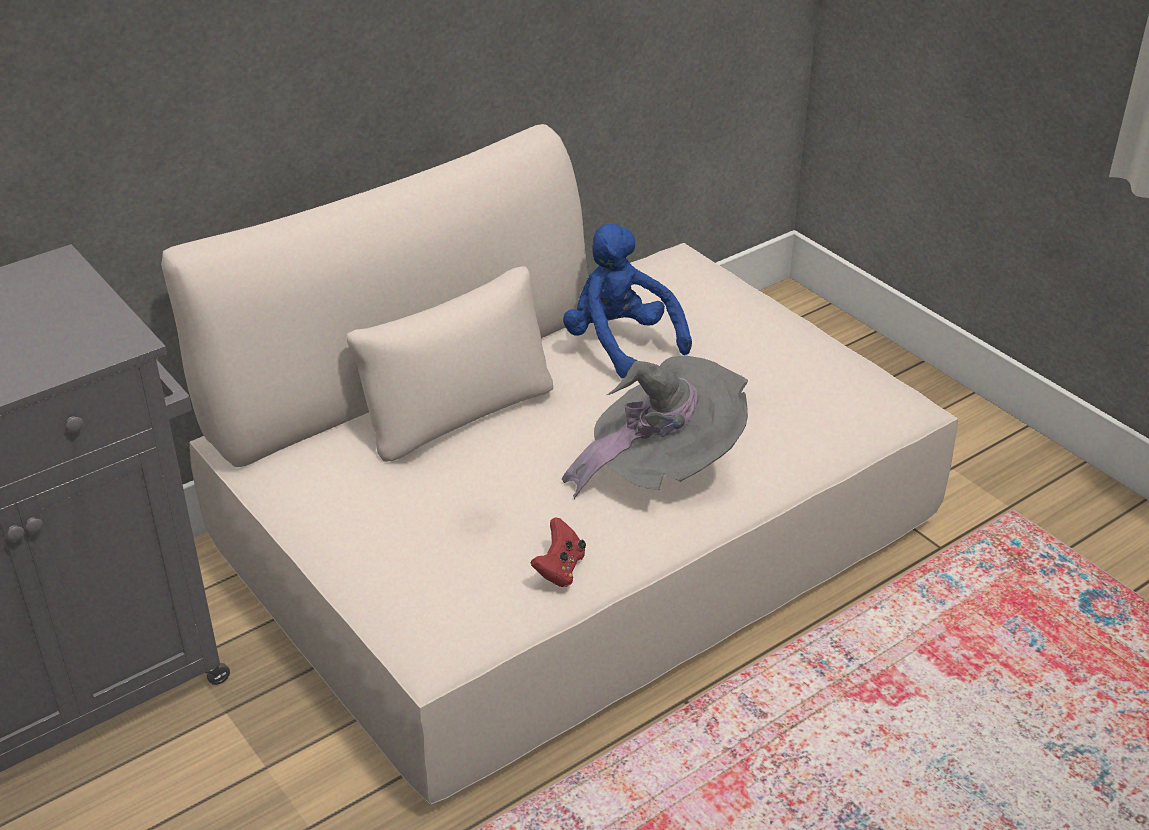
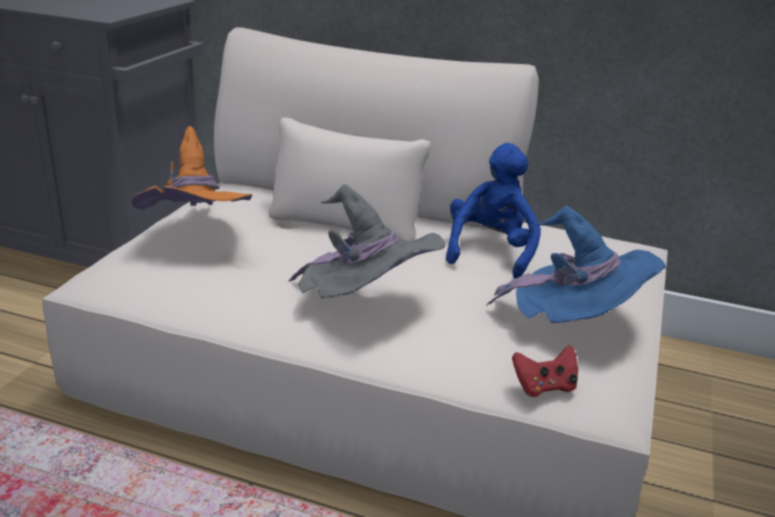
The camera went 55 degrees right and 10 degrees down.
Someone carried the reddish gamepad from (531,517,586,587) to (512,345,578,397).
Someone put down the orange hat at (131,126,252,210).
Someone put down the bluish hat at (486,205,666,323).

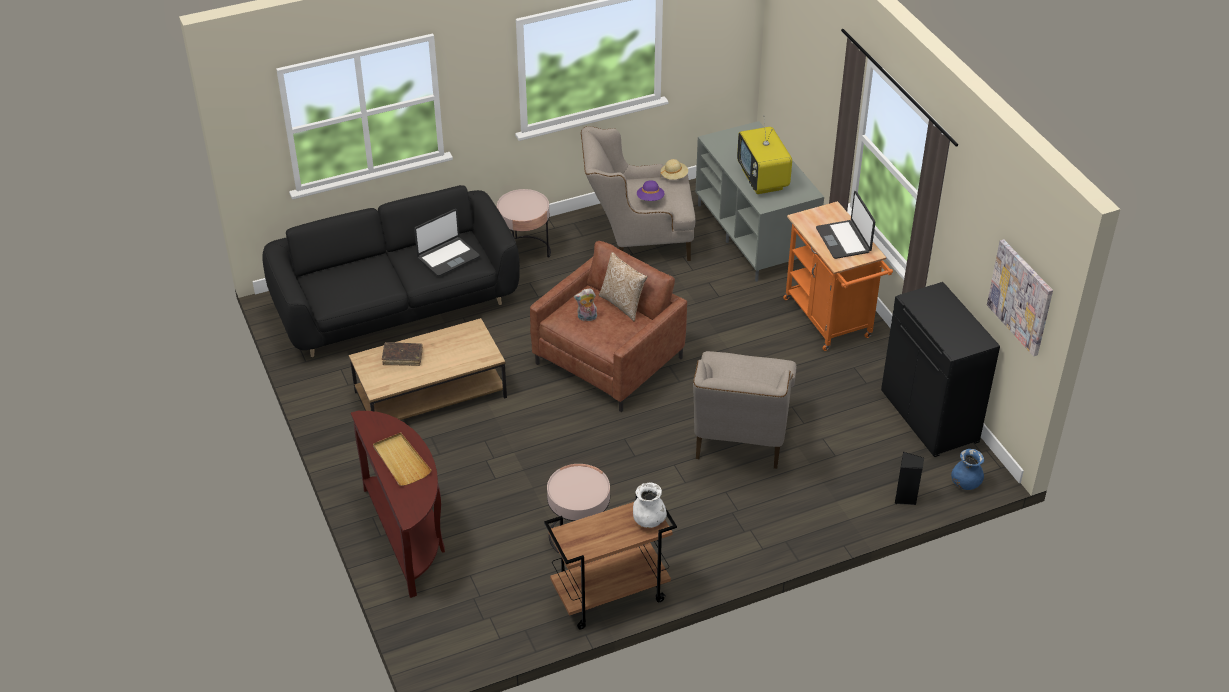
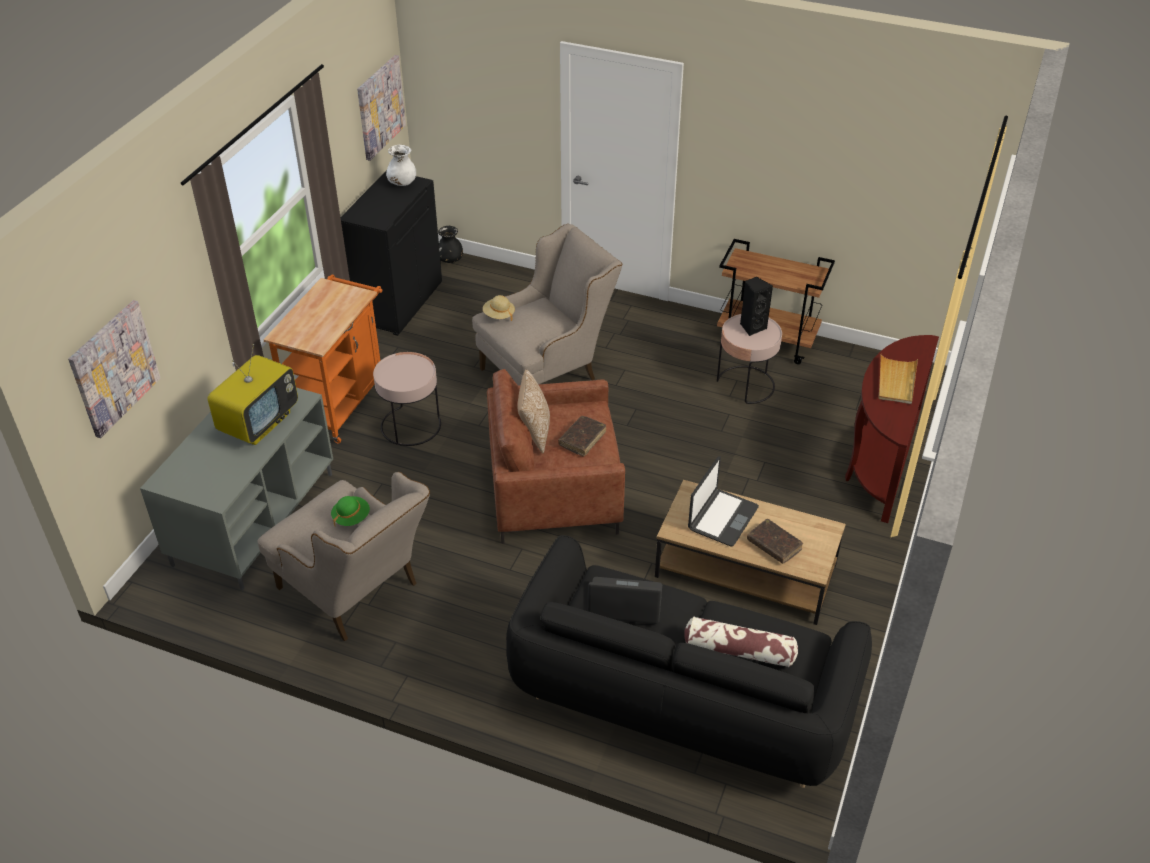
The camera went 135 degrees left and 0 degrees up.
Someone carried the beige-coloured hat from (661,159,688,180) to (483,295,515,321).
Someone repainted the purple hat at (637,180,665,201), which became the greenish hat at (331,496,370,527).
Someone carried the pinkish accent table from (497,189,551,258) to (373,352,441,446).
Someone carried the notebook computer from (816,191,875,259) to (688,456,759,547).
Someone swapped the soft toy at (574,288,597,321) for the brownish book at (558,416,607,457).
Someone repainted the bluish decorative vase at (951,449,984,490), which became the black decorative vase at (438,226,463,263).
Someone carried the black loudspeaker from (895,452,924,505) to (740,277,773,336).
Someone carried the whitish decorative vase from (633,482,667,528) to (386,145,416,186).
Someone put up the wall art at (68,300,160,438).
Someone put down the cushion at (684,617,798,667).

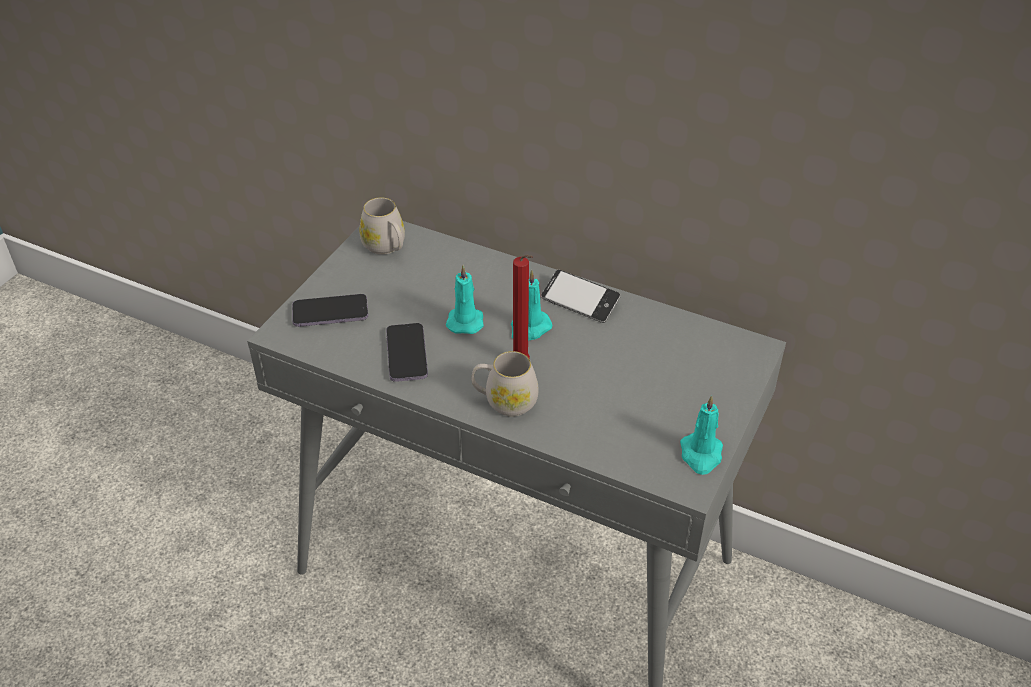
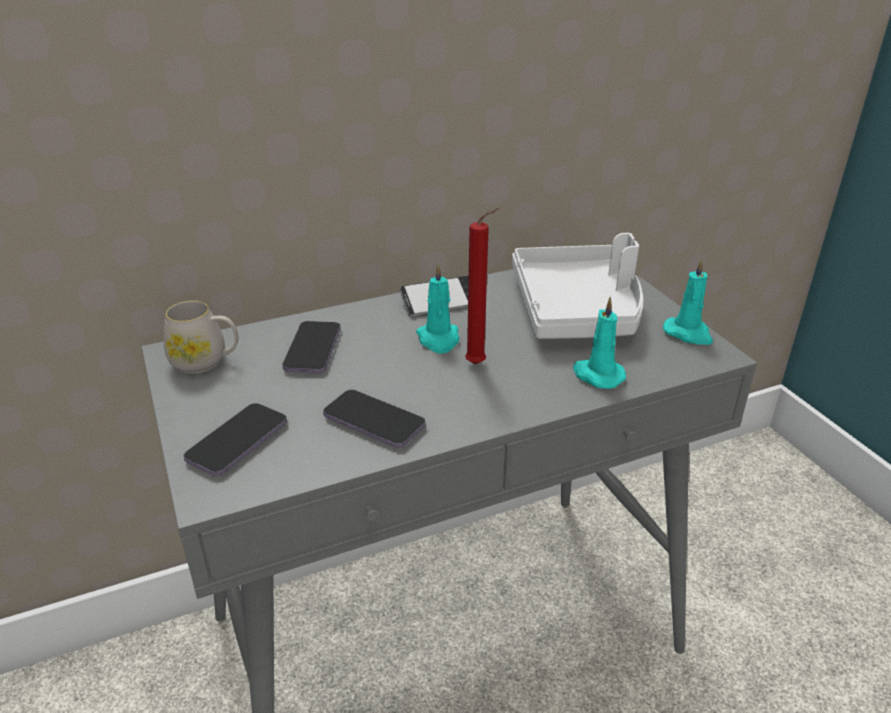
The camera went 50 degrees left and 10 degrees down.
Someone carried the turquoise-coloured wax candle from (446,265,484,334) to (573,297,626,389).
Someone took away the whitish mug at (471,351,539,416).
Someone put down the whitish serving tray at (512,233,643,339).
Someone put down the telephone at (282,321,341,373).

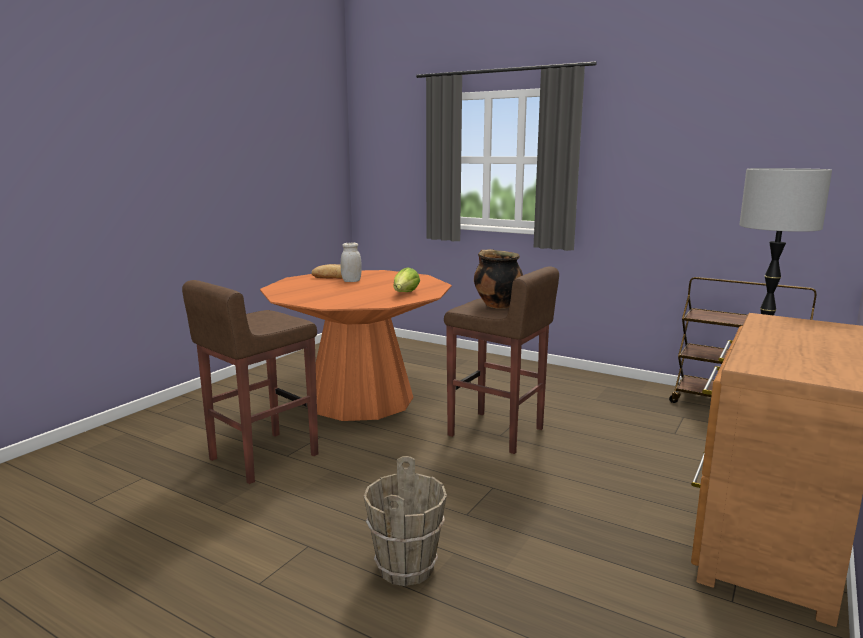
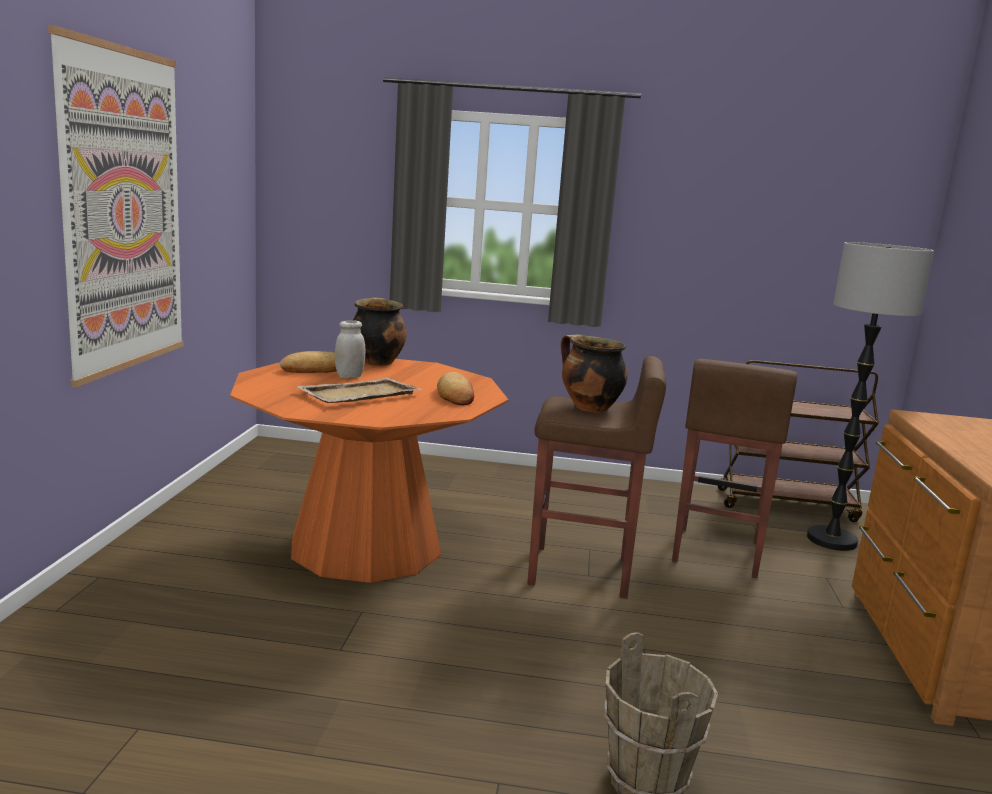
The camera went 25 degrees left and 0 degrees up.
Someone swapped the lettuce head at (394,267,420,292) for the baked bread at (437,372,474,405).
Someone carried the brownish sitting stool from (182,280,318,484) to (672,359,797,579).
Someone put up the wall art at (48,25,184,387).
Someone put down the saucepot at (353,297,407,366).
Someone put down the beige-coloured serving tray at (296,378,423,403).

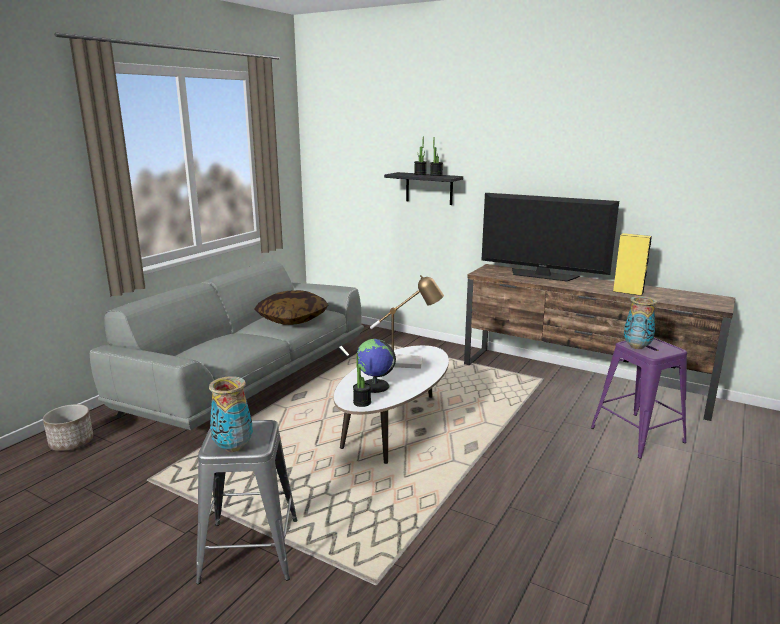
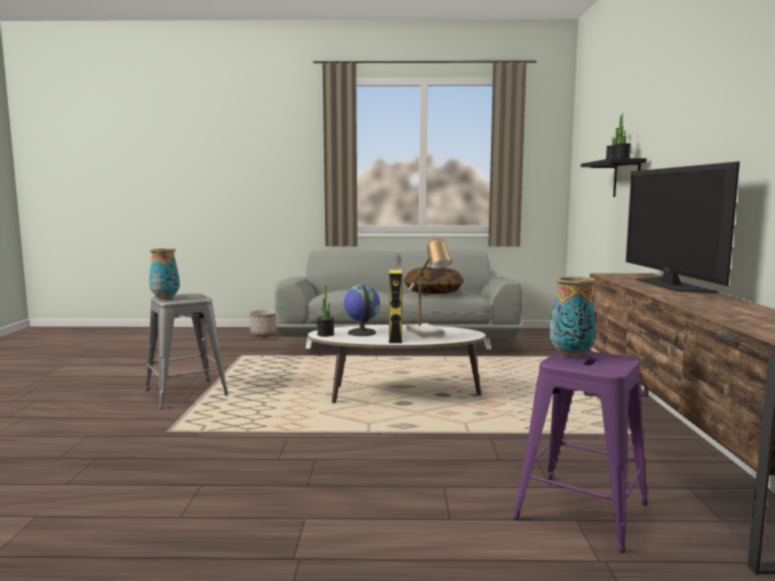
The camera went 60 degrees right and 10 degrees down.
Someone carried the yellow-coloured loudspeaker from (613,233,652,296) to (389,270,402,343).

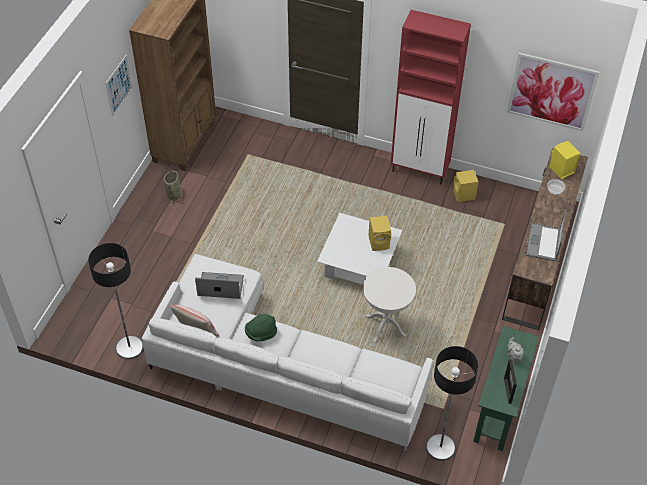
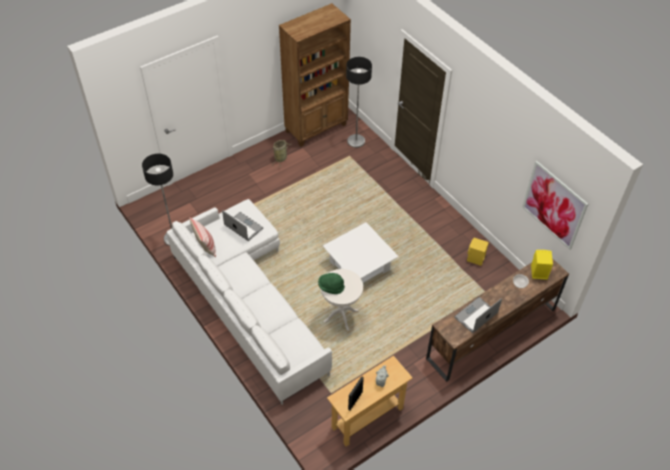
The camera went 35 degrees right and 0 degrees up.
Someone took away the reddish cupboard at (391,10,471,185).
Someone took away the wall art at (106,54,133,117).
Someone took away the yellow-coloured loudspeaker at (368,215,391,251).
Someone carried the greenish hat from (245,314,277,341) to (318,273,345,294).
Someone repainted the greenish console table at (473,326,539,451), which became the beige-coloured console table at (327,356,413,446).
Someone carried the standing lamp from (426,346,478,461) to (346,57,372,148).

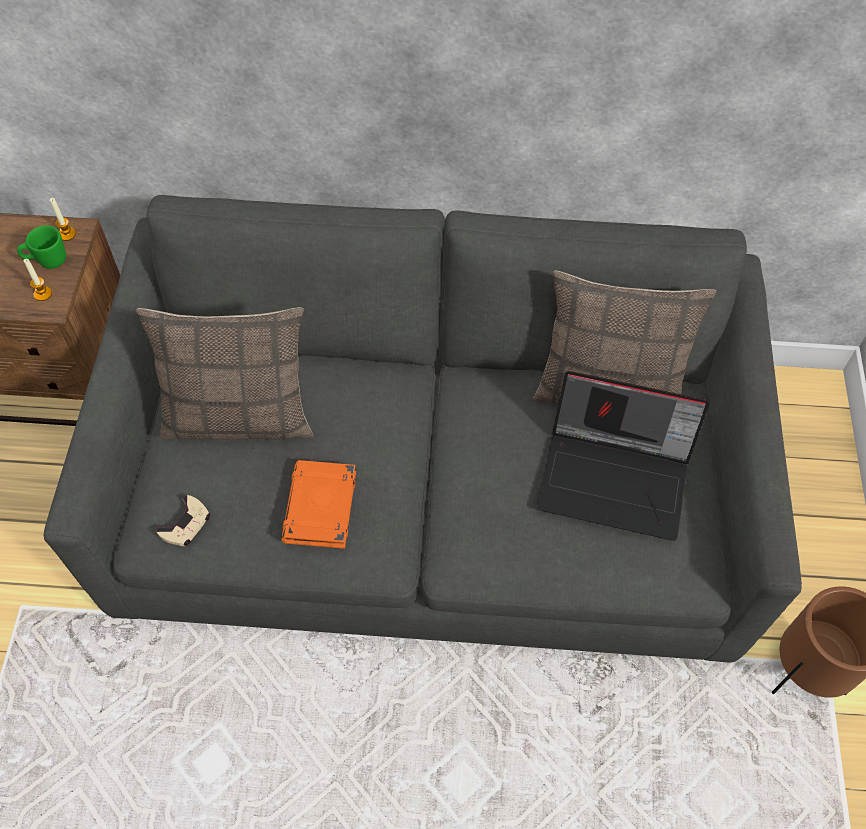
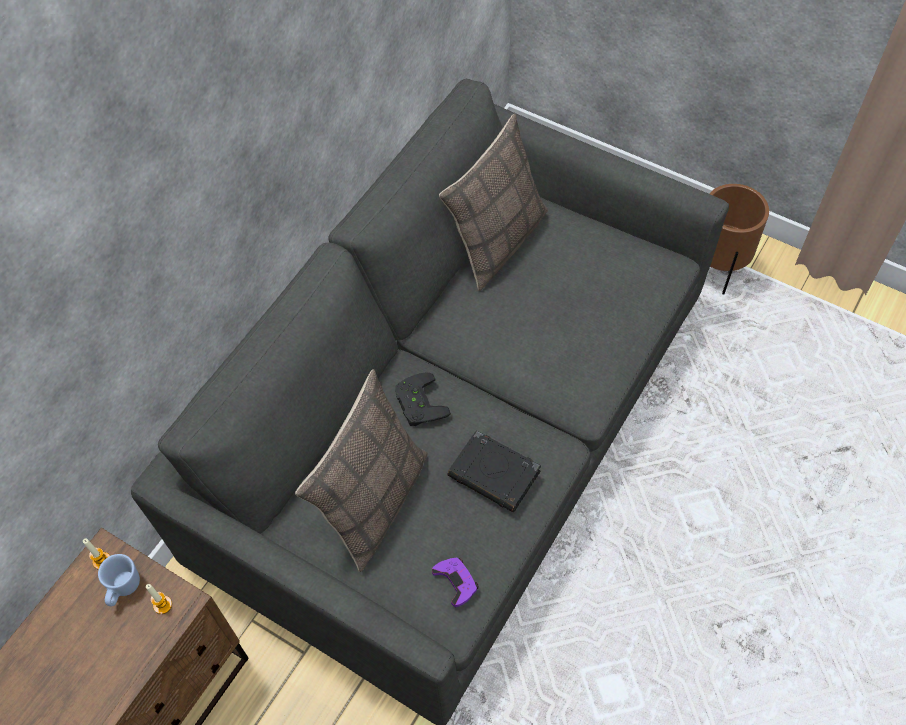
The camera went 60 degrees left and 0 degrees up.
Someone repainted the greenish mug at (17,225,66,269), which became the bluish mug at (98,554,140,606).
Someone took away the notebook computer at (537,371,710,541).
Someone repainted the orange book at (281,460,356,549), which became the black book at (447,430,541,512).
Someone repainted the beige-coloured gamepad at (157,495,210,546), which became the purple gamepad at (432,558,479,607).
Someone put down the black gamepad at (395,372,451,426).

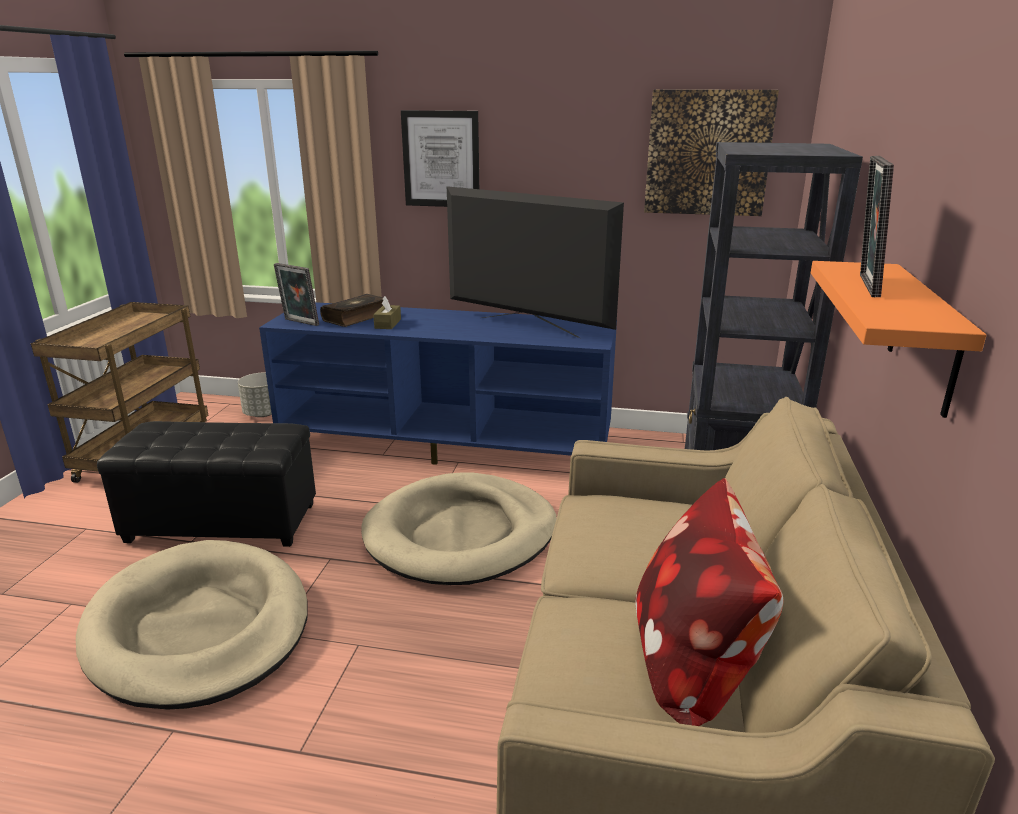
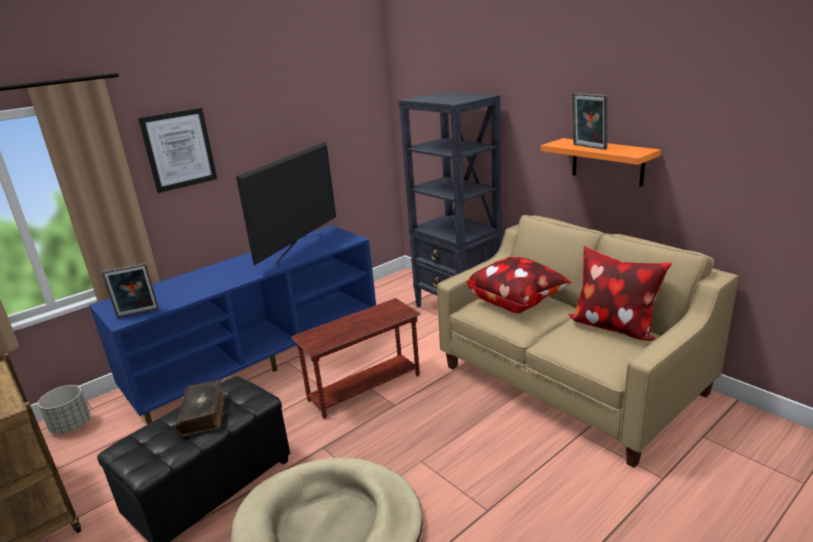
The camera went 50 degrees left and 0 degrees up.
Someone took away the wall art at (644,89,779,216).
Someone rotated the TV at (447,186,624,338) by 135 degrees clockwise.
Someone carried the book from (320,294,383,327) to (175,380,225,436).
Someone took away the brownish tissue box at (373,296,401,329).
Someone swapped the beige-coloured dog bed at (361,472,557,585) for the brownish accent table at (291,298,421,419).
Someone put down the cushion at (466,257,571,314).

